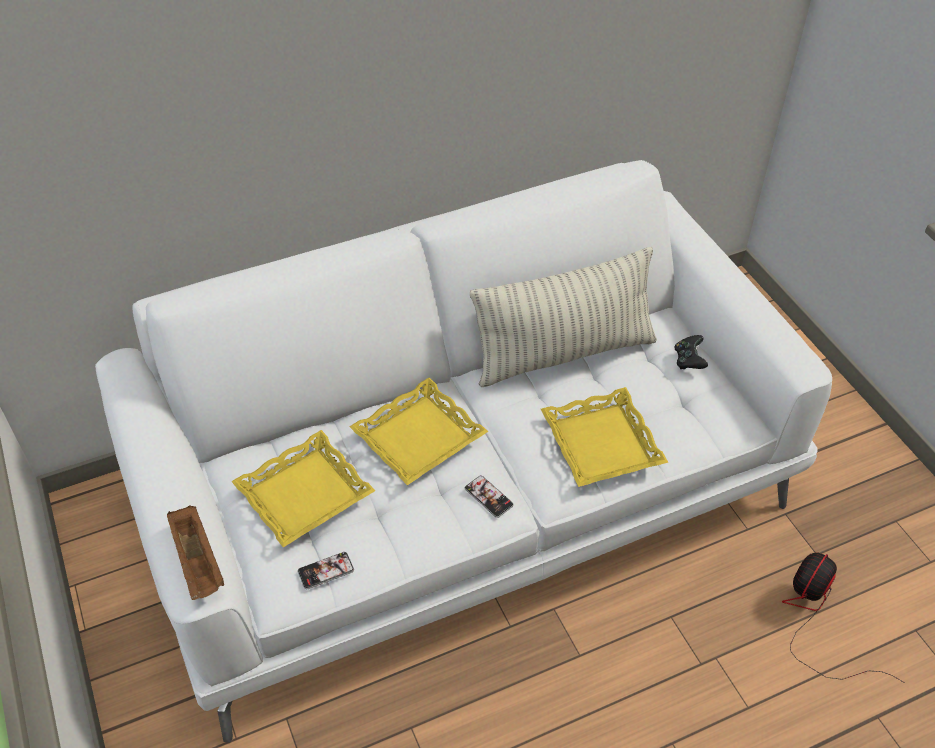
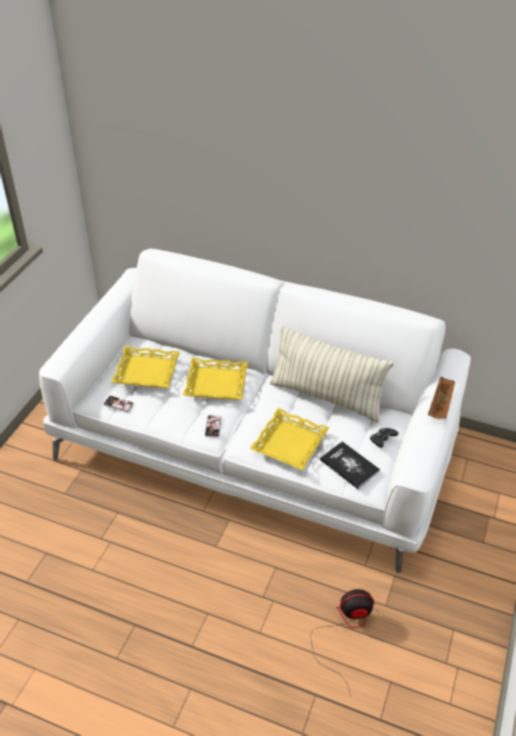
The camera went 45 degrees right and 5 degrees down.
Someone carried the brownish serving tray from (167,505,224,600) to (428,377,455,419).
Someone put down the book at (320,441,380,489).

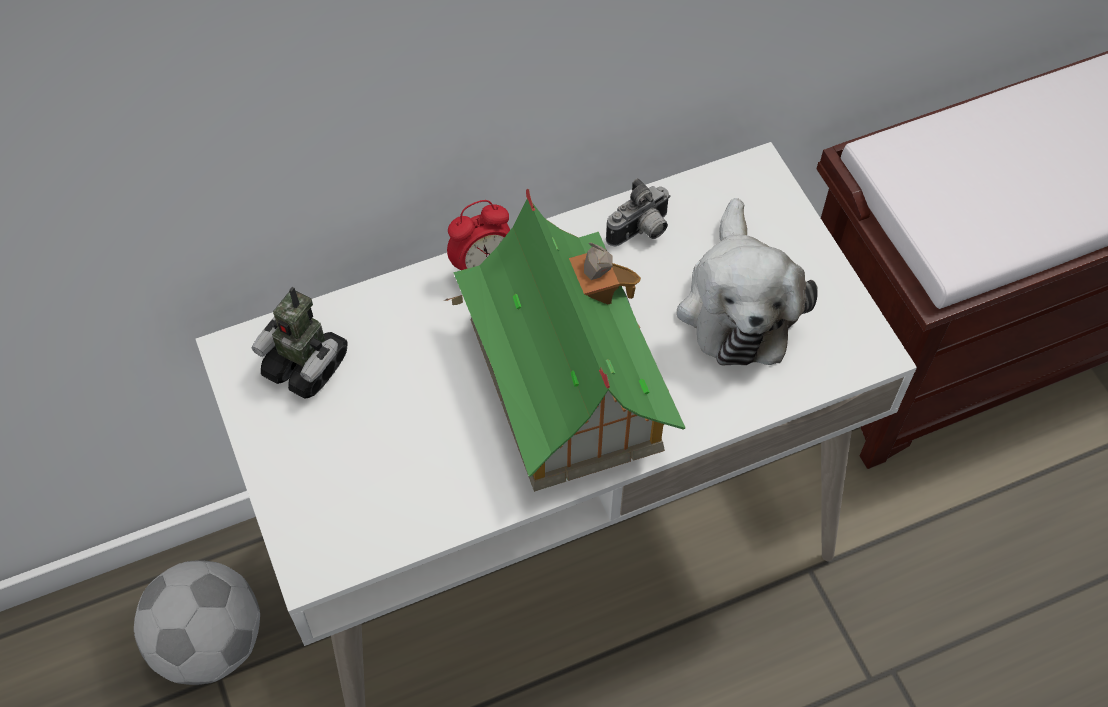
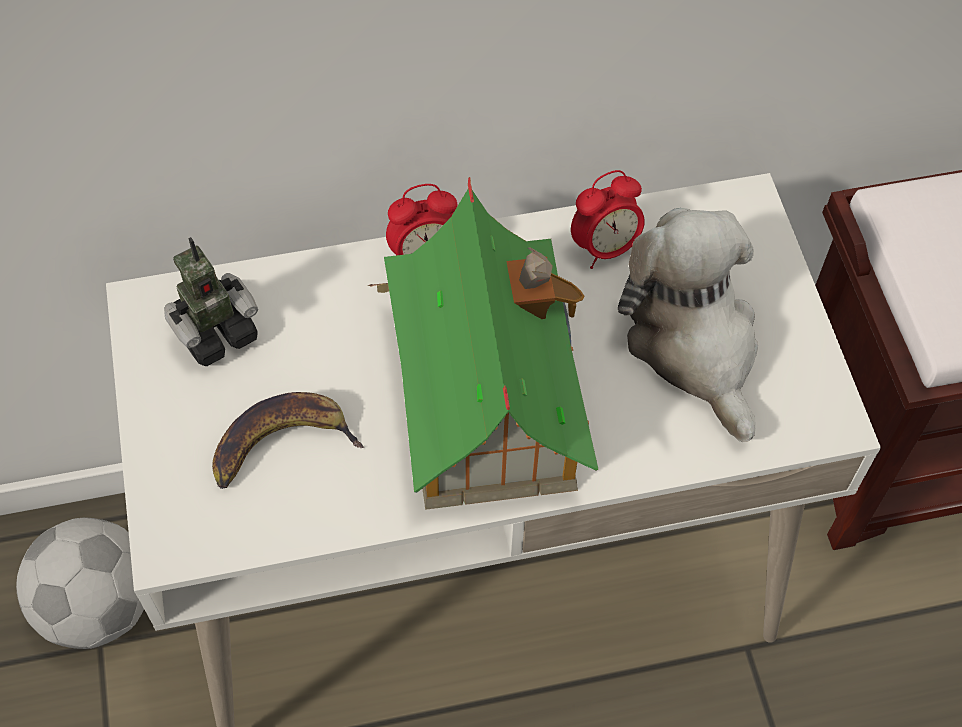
The camera went 10 degrees right and 0 degrees up.
Someone swapped the photo camera at (606,178,671,247) for the alarm clock at (571,170,645,269).
Someone rotated the soft toy at (677,198,818,365) by 150 degrees clockwise.
Someone rotated the toy robot at (252,287,347,399) by 75 degrees counterclockwise.
Someone put down the banana fruit at (212,392,364,489).

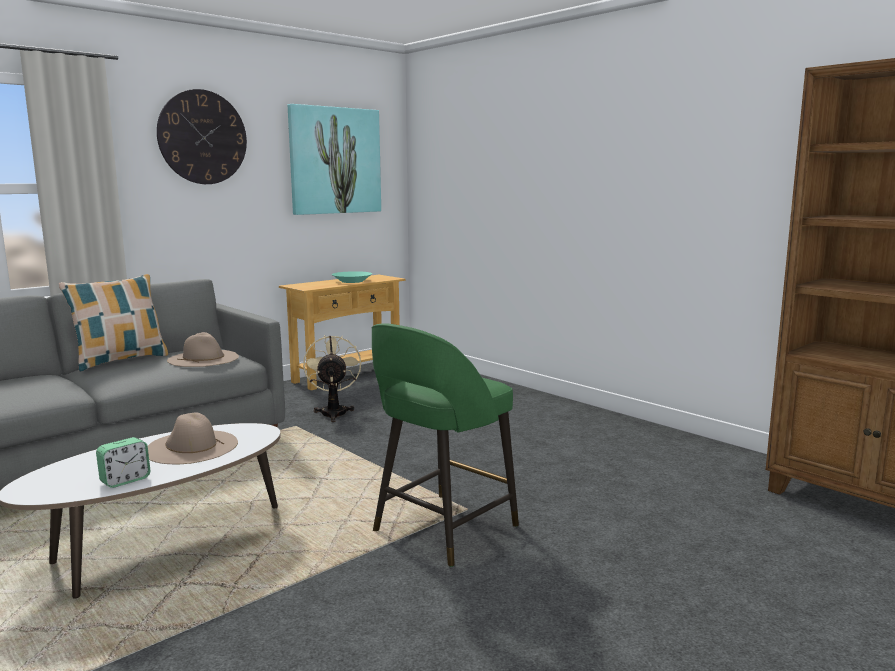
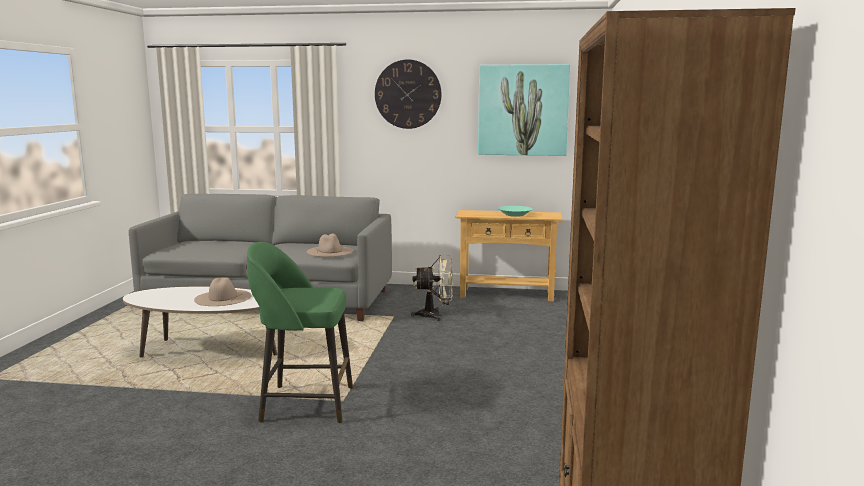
The camera went 50 degrees right and 0 degrees up.
Someone took away the cushion at (59,274,168,372).
Someone rotated the beige-coloured cooling fan at (303,335,361,422) by 45 degrees clockwise.
Someone took away the alarm clock at (96,437,150,488).

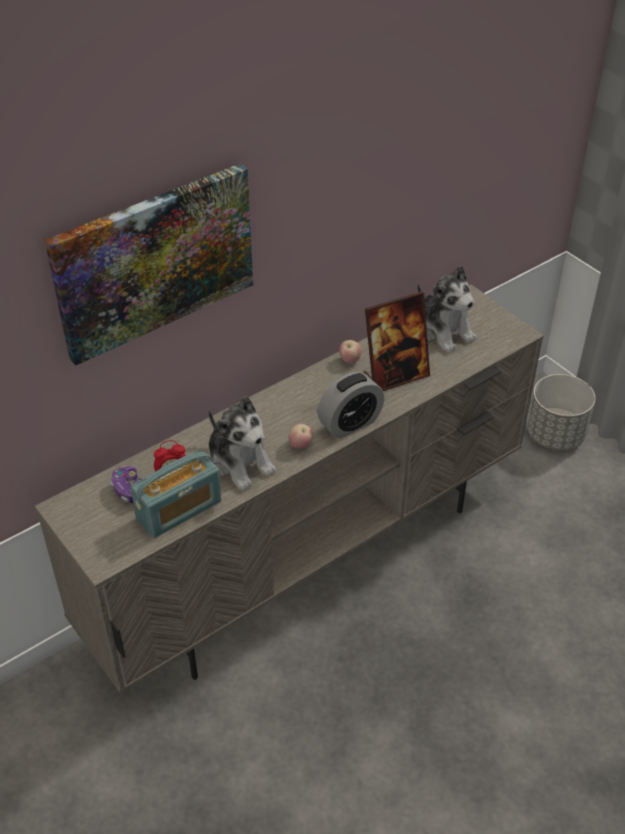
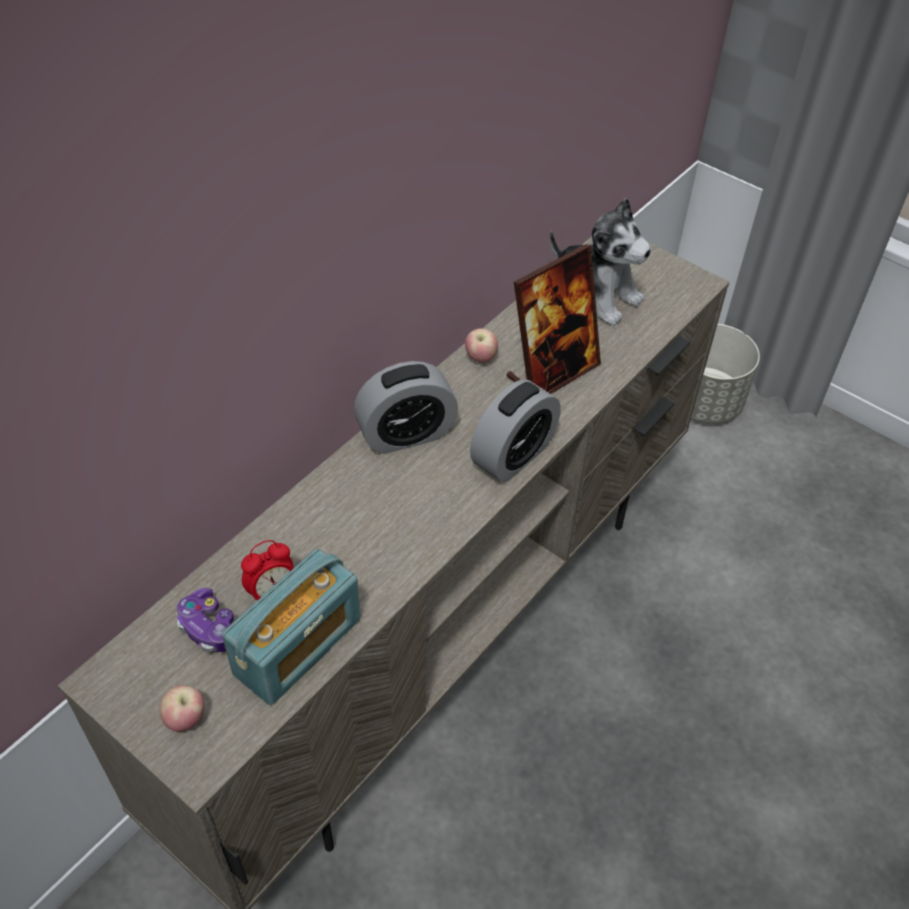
The camera went 15 degrees left and 5 degrees up.
Someone took away the wall art at (44,163,253,366).
Someone took away the soft toy at (208,396,276,491).
Someone carried the apple fruit from (289,424,313,449) to (159,685,205,732).
Someone put down the alarm clock at (354,361,458,454).

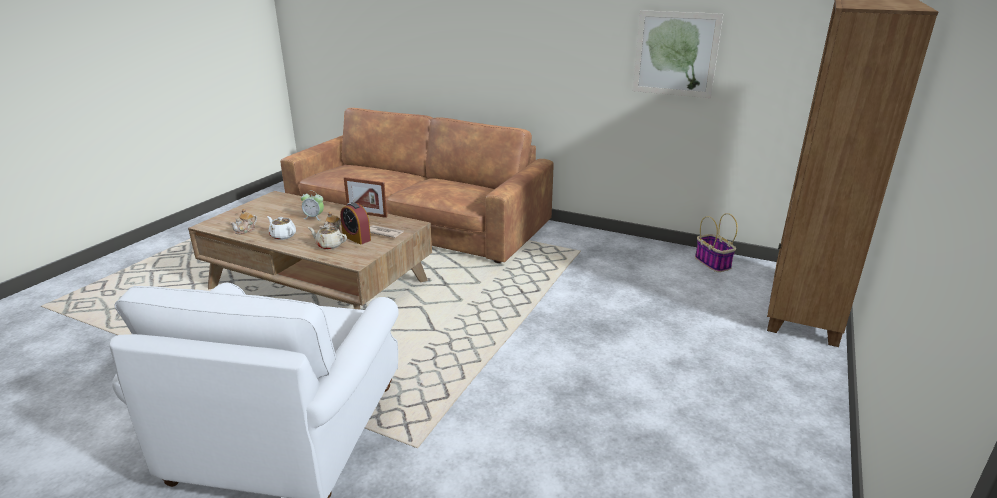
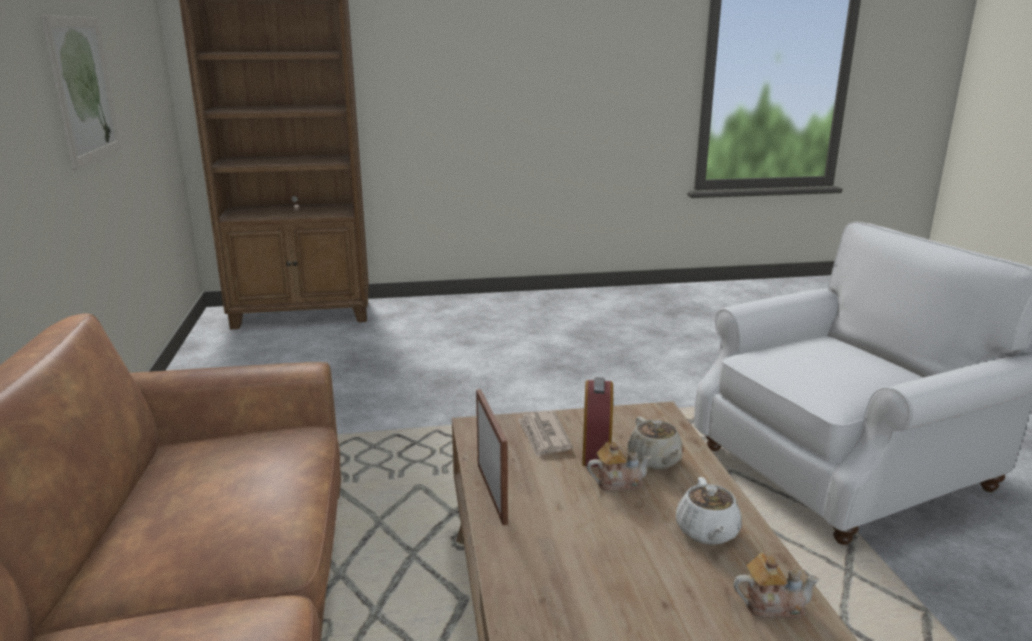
The camera went 125 degrees left and 5 degrees down.
Someone took away the alarm clock at (301,191,324,220).
Someone took away the household basket at (695,213,738,272).

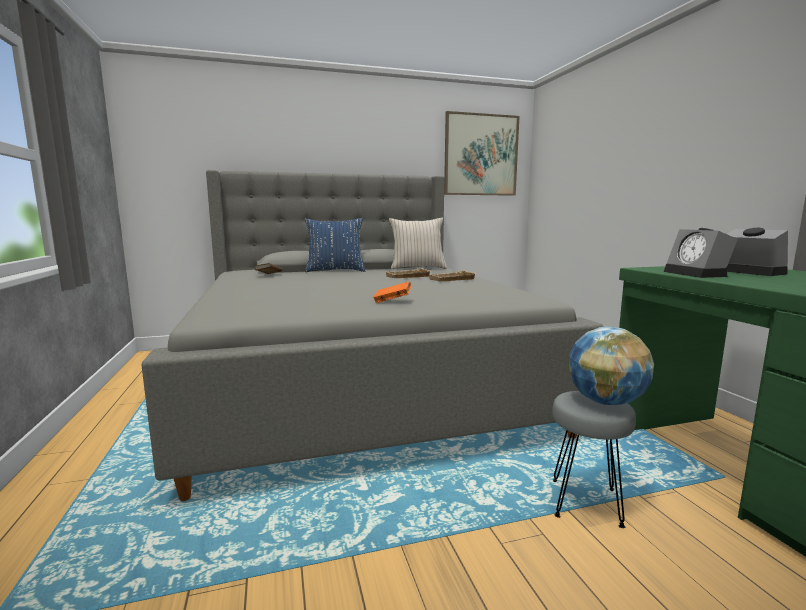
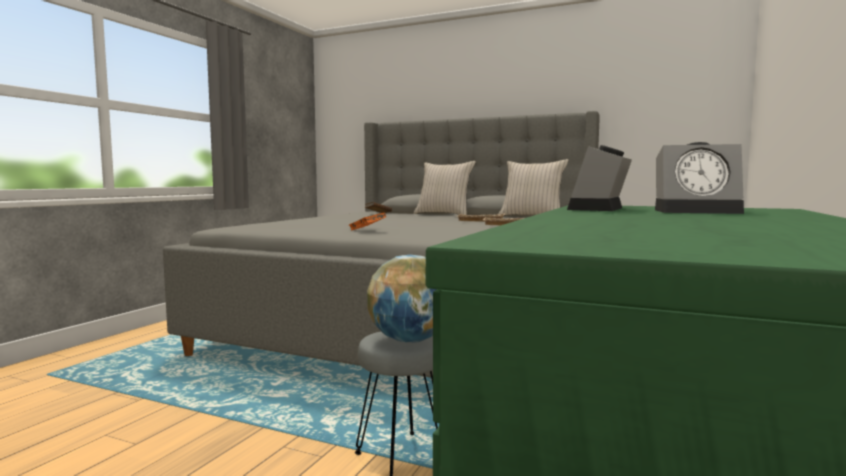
The camera went 40 degrees right and 5 degrees down.
Someone took away the wall art at (444,111,520,196).
Someone repainted the bluish cushion at (305,218,365,272), which became the beige-coloured cushion at (414,161,476,215).
Someone rotated the alarm clock at (727,228,788,276) by 90 degrees clockwise.

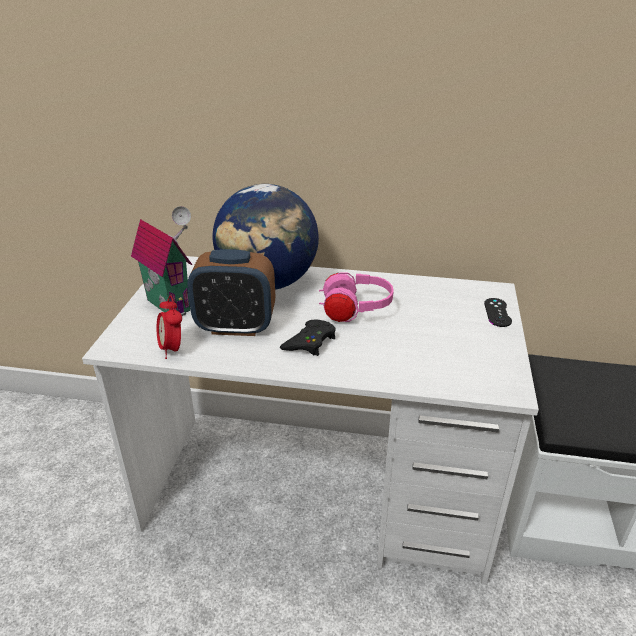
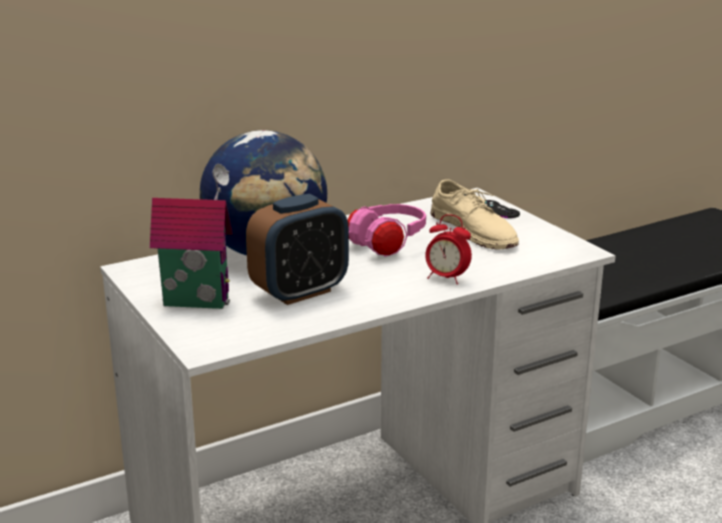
The camera went 40 degrees left and 10 degrees down.
Someone carried the alarm clock from (157,295,182,359) to (425,214,472,284).
Someone took away the black gamepad at (280,319,336,356).
Someone put down the beige-coloured low shoe at (430,179,519,249).

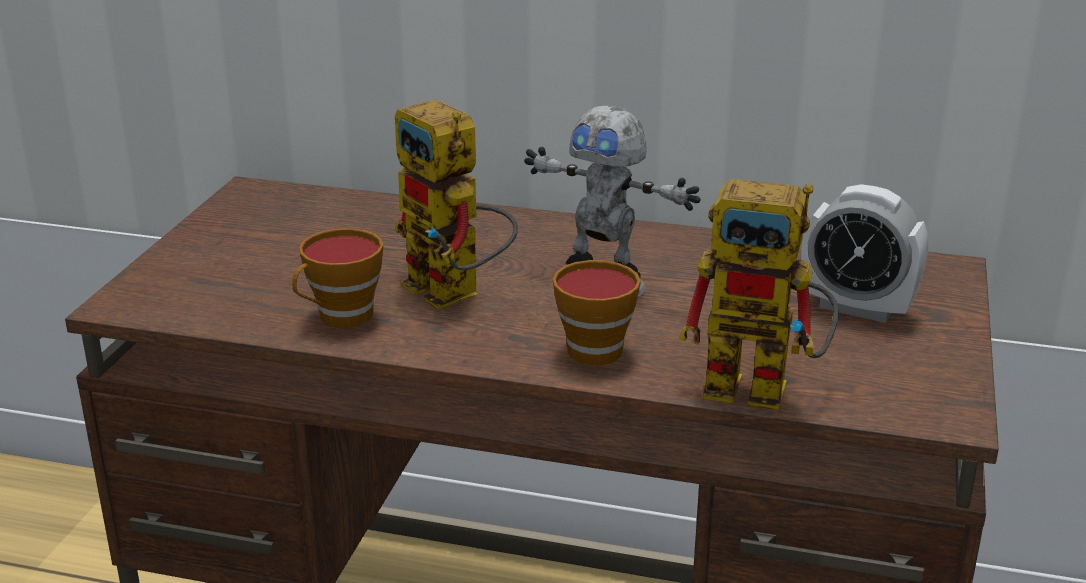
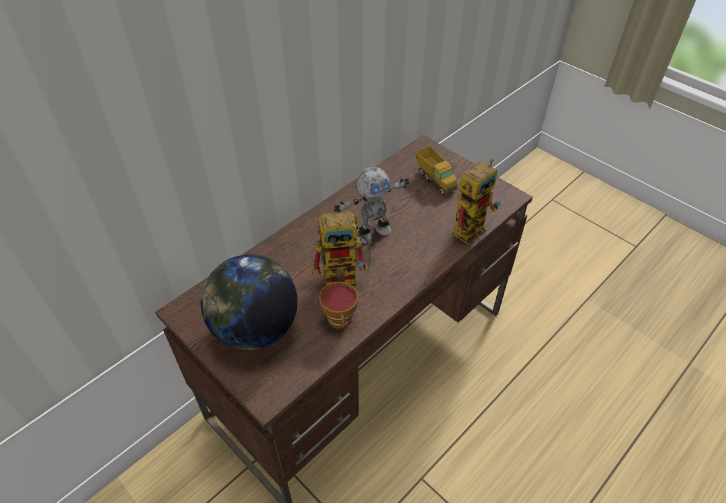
The camera went 60 degrees left and 20 degrees up.
Someone swapped the alarm clock at (801,184,928,323) for the model truck at (416,146,458,195).
Someone took away the cup at (552,260,641,365).
Someone put down the desk globe at (201,254,298,350).

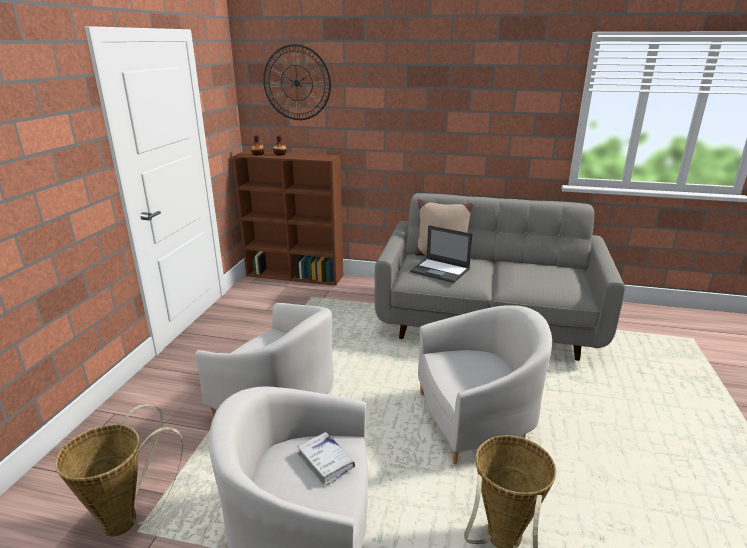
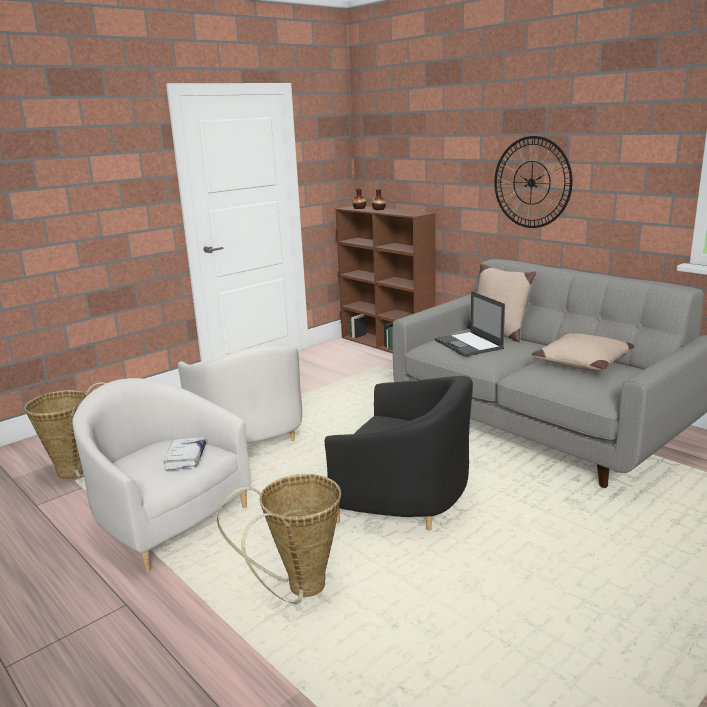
The camera went 35 degrees right and 5 degrees down.
Someone carried the clock on the wall from (263,44,331,120) to (494,136,573,228).
Someone repainted the whitish lounge chair at (418,305,552,464), which became the black lounge chair at (325,376,473,531).
Someone put down the beige-coloured cushion at (532,333,634,371).

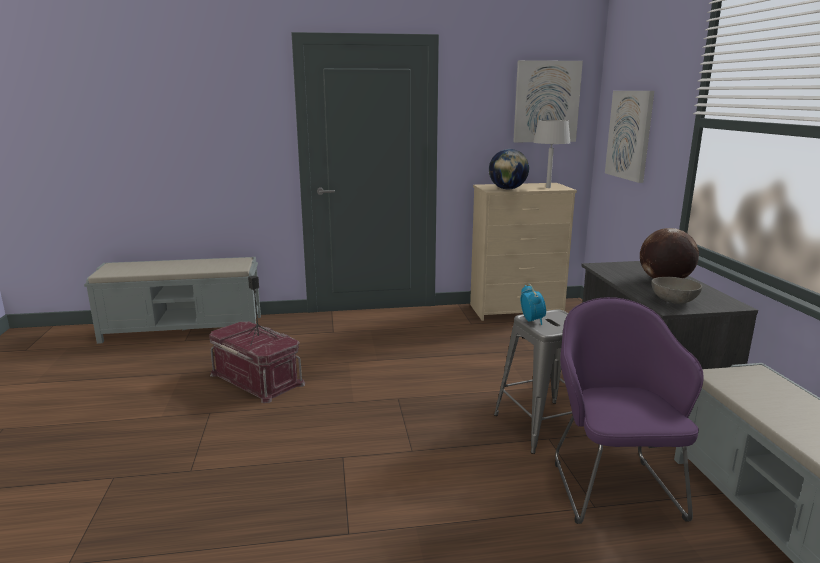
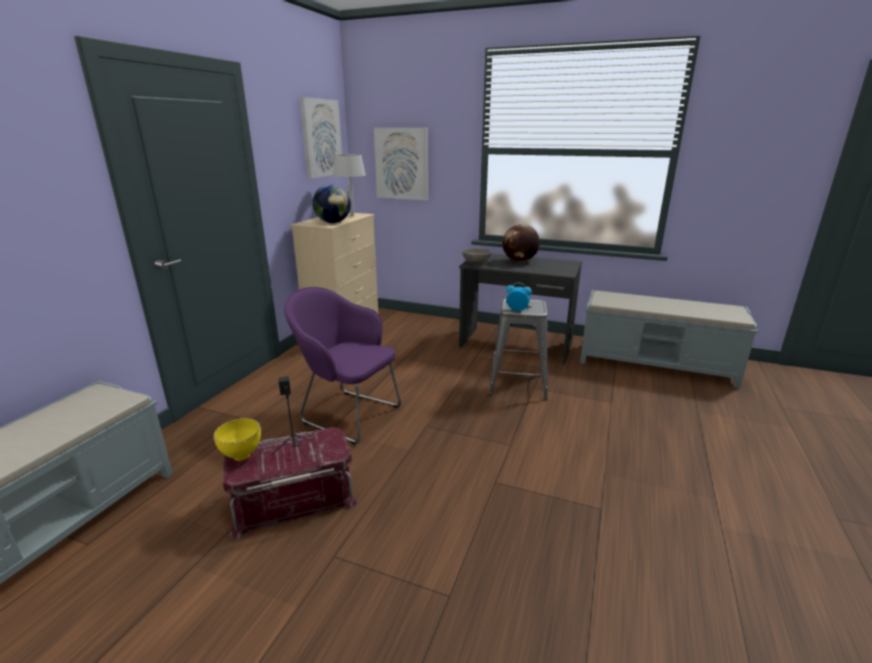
The camera went 60 degrees left and 5 degrees up.
Someone carried the grey bowl from (651,277,702,304) to (462,248,491,264).
Someone carried the purple lounge chair from (555,297,704,524) to (284,287,401,445).
Someone put down the yellow-coloured bowl at (213,418,261,461).

